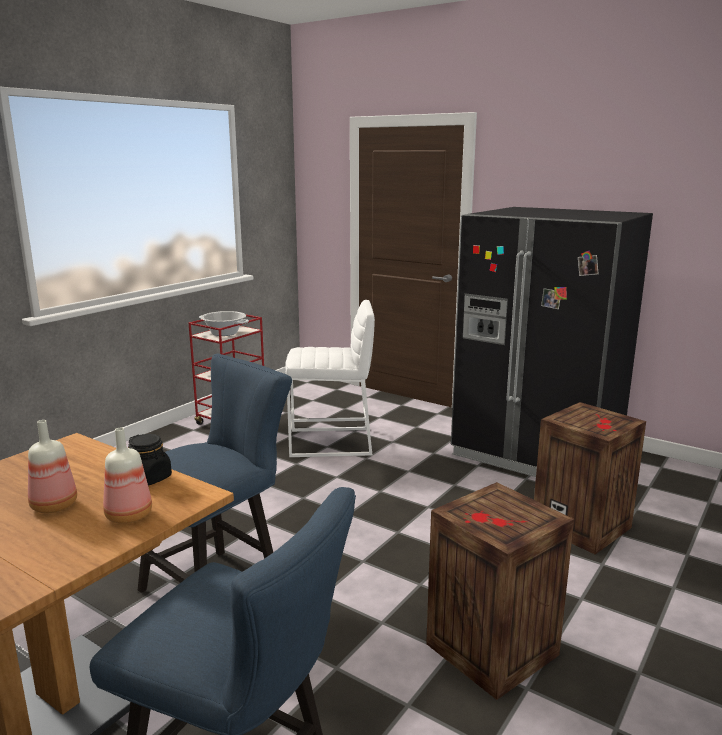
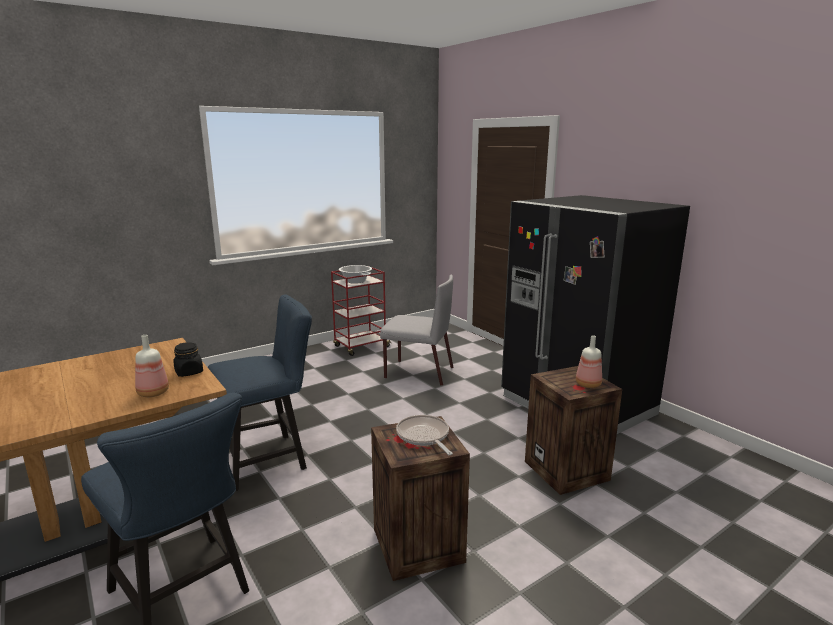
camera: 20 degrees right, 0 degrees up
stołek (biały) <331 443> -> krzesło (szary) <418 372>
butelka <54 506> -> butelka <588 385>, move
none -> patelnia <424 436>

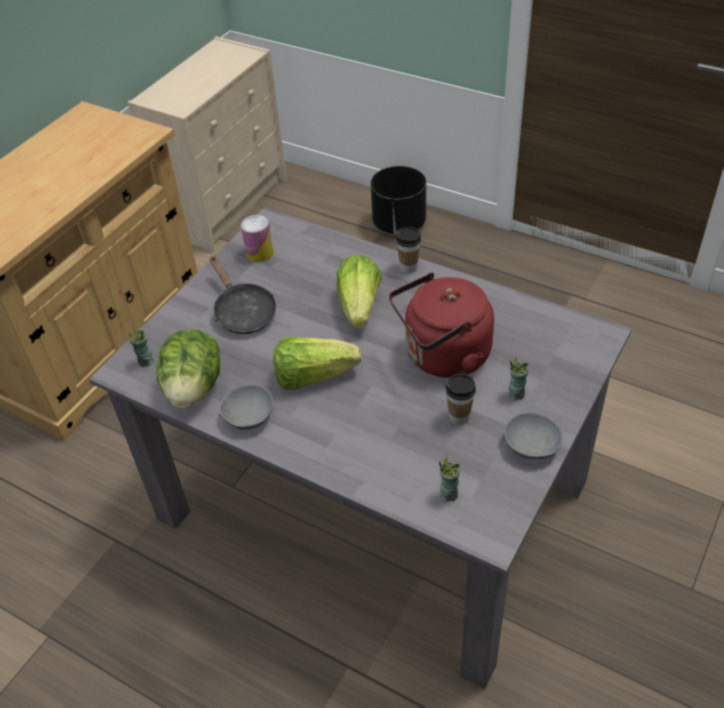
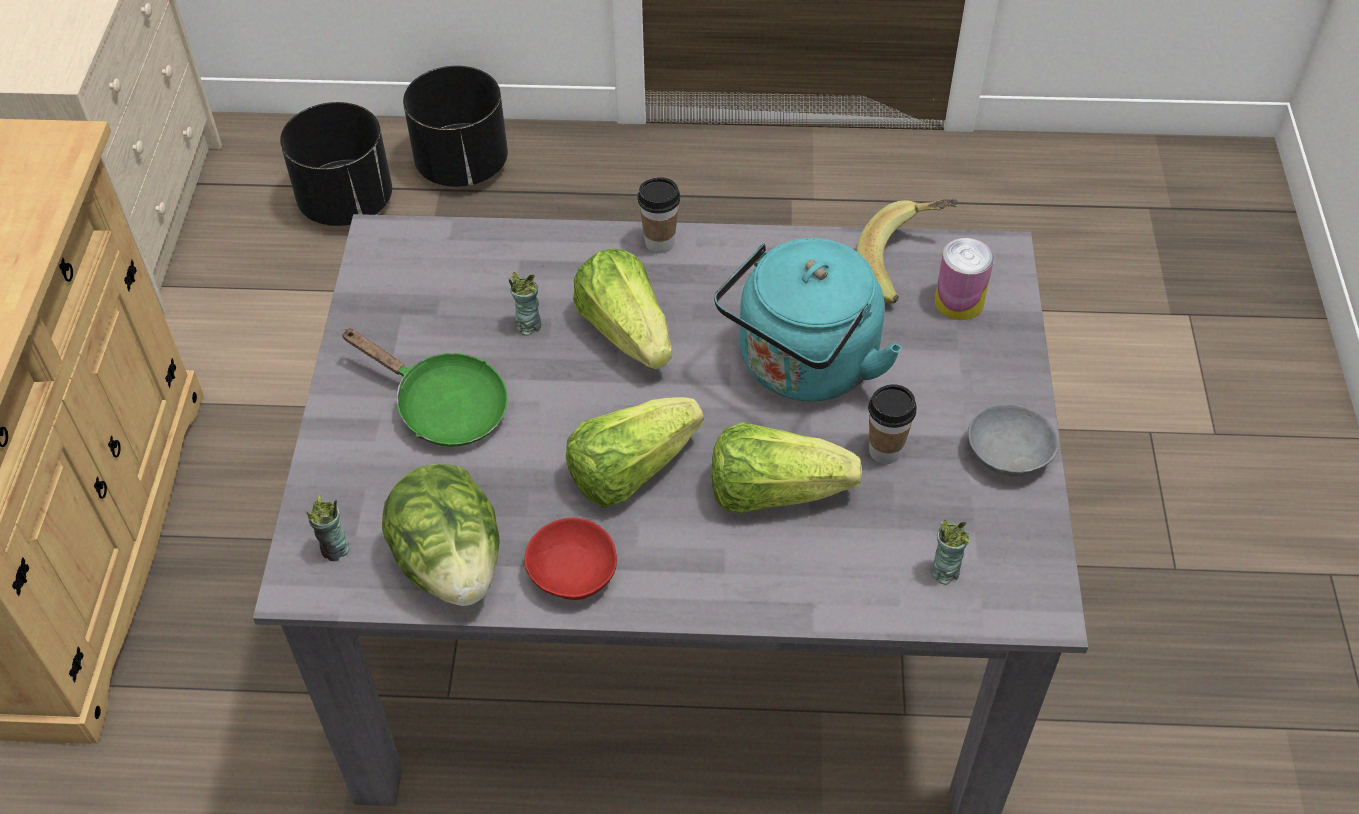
camera: 30 degrees left, 5 degrees up
puszka <259 252> -> puszka <959 301>, move
patelnia (czarny) <243 312> -> patelnia (zielony) <443 406>
czajnik (czerwony) <443 356> -> czajnik (turkusowy) <803 367>
filiżanka <516 394> -> filiżanka <528 325>, move
miska (szary) <250 416> -> miska (czerwony) <575 572>
none -> donica (czarny) <347 202>
none -> banan <906 266>
none -> sałata <774 492>

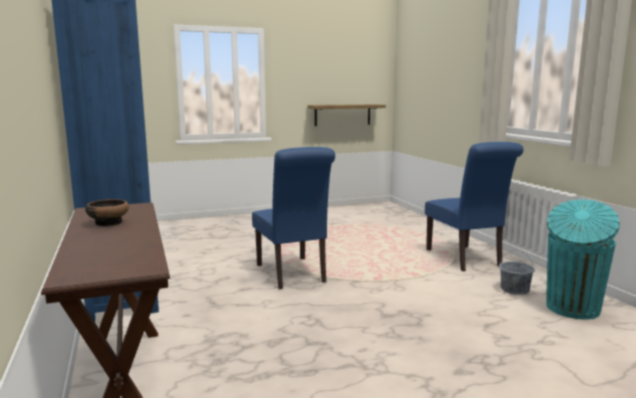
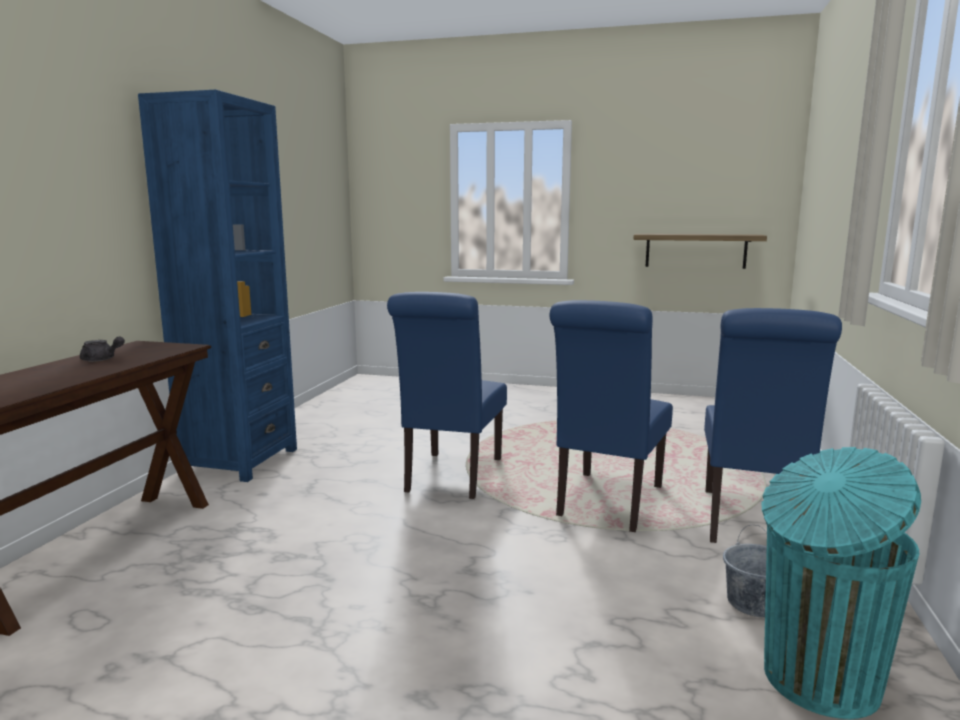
camera: 35 degrees right, 0 degrees up
miska <109 223> -> imbryk (szary) <101 360>
none -> krzesło (niebieski) <607 504>

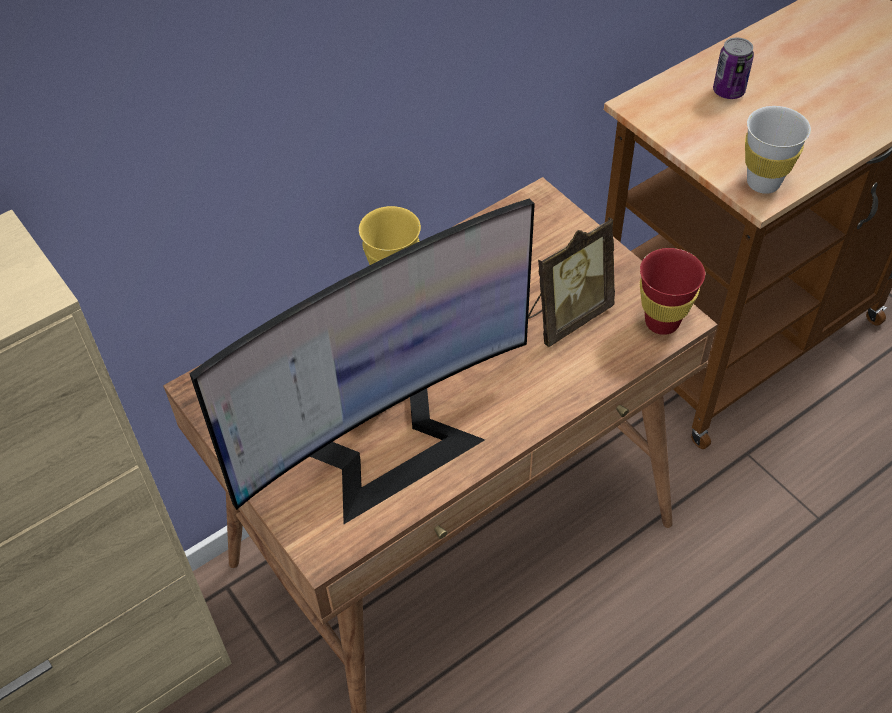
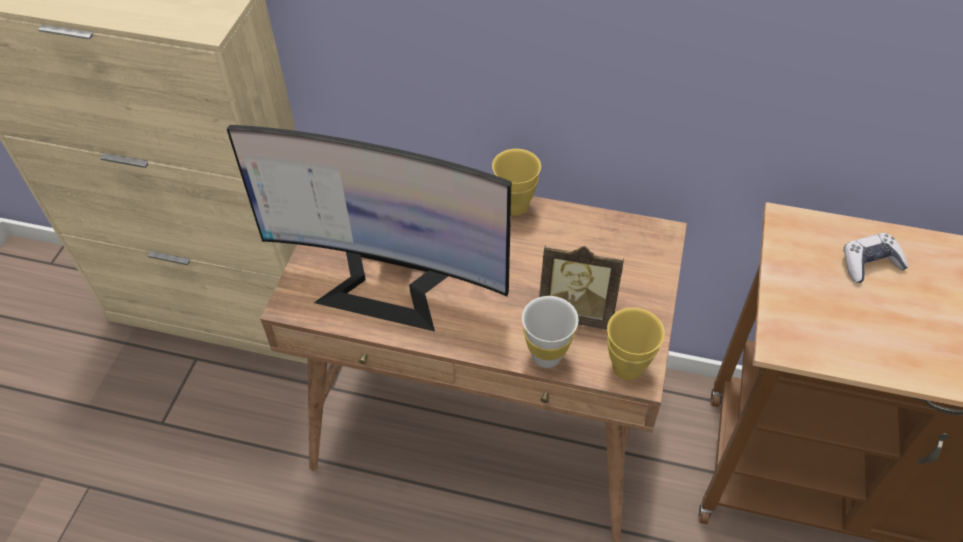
camera: 50 degrees right, 0 degrees up
puszka <728 91> -> pad do gier <869 263>
filiżanka (biały) <763 183> -> filiżanka (biały) <546 356>, move
filiżanka (czerwony) <662 322> -> filiżanka (żółty) <627 368>

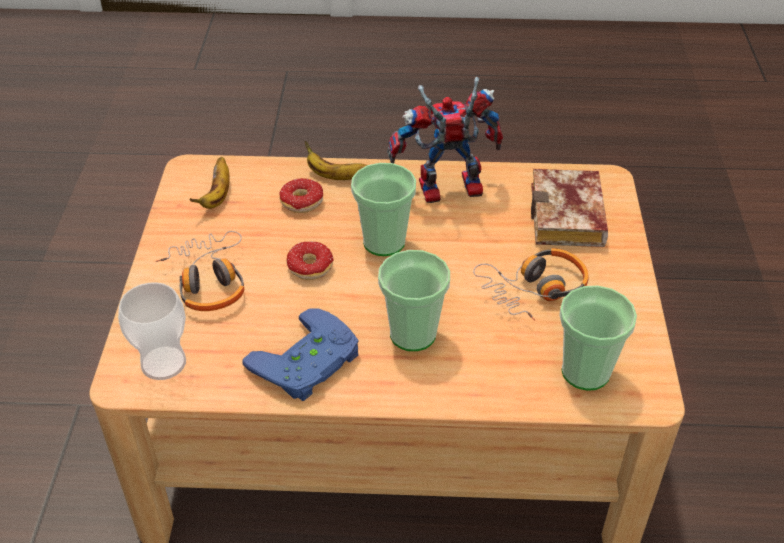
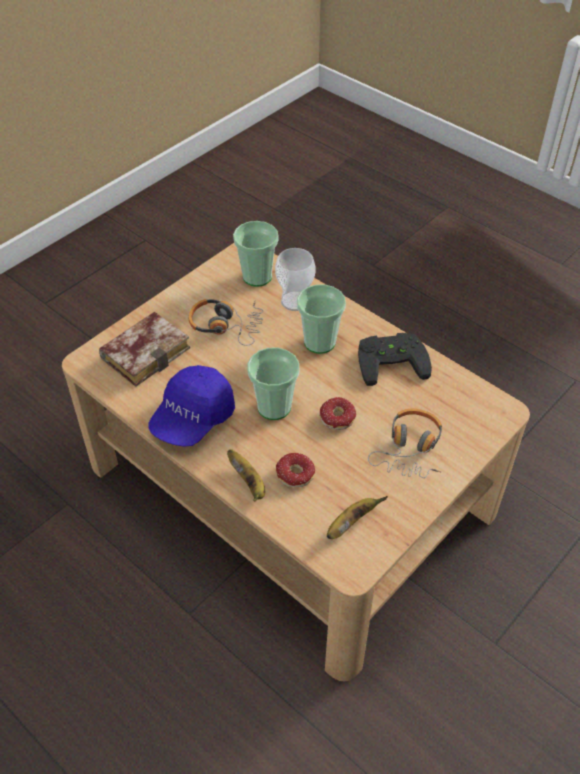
camera: 140 degrees left, 5 degrees up
robot zabawkowy <445 192> -> czapka z daszkiem (niebieski) <193 418>
filiżanka <163 363> -> filiżanka <295 301>, move
pad do gier (niebieski) <309 364> -> pad do gier (czarny) <391 359>

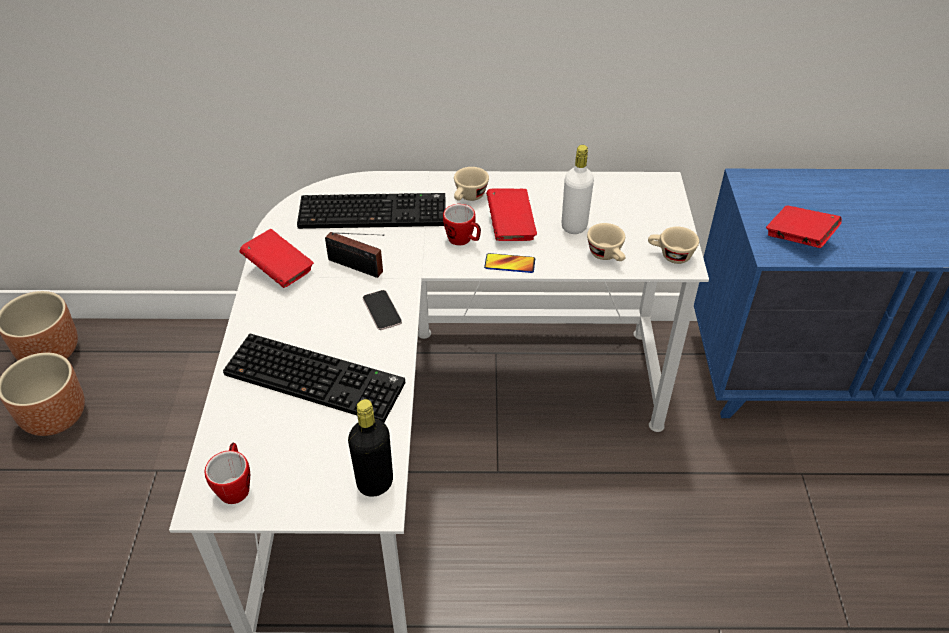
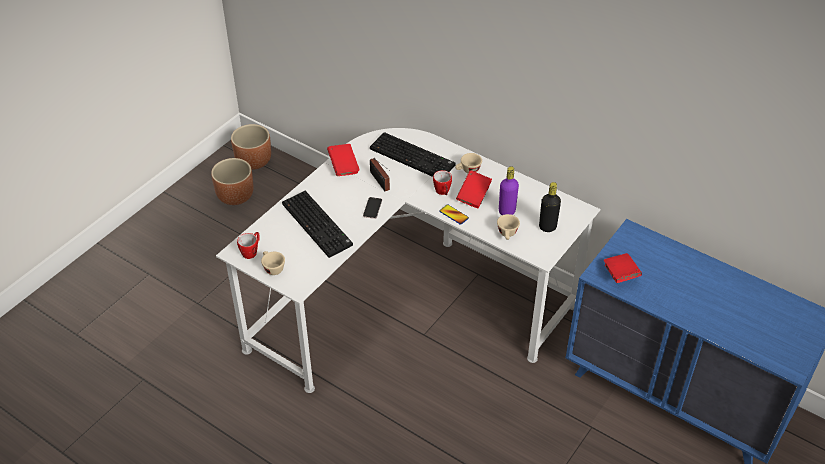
camera: 35 degrees right, 0 degrees up
butelka (biały) <574 226> -> butelka (fioletowy) <507 211>
filiżanka (beżowy) <670 255> -> filiżanka (beżowy) <272 268>, move
butelka (czarny) <375 483> -> butelka (czarny) <547 227>, move

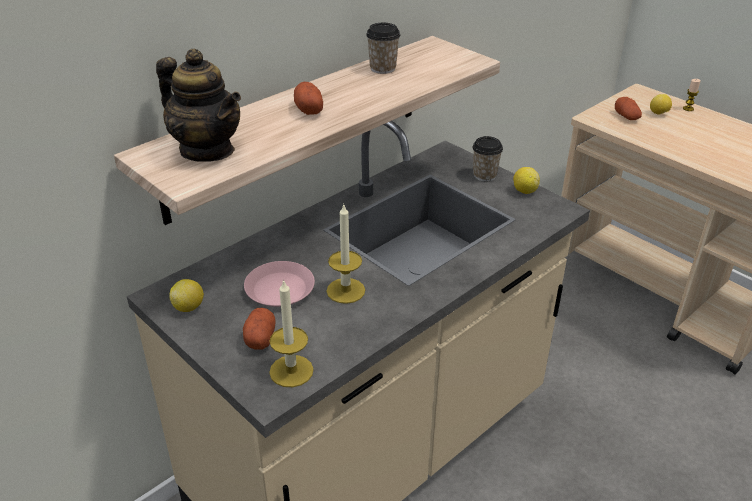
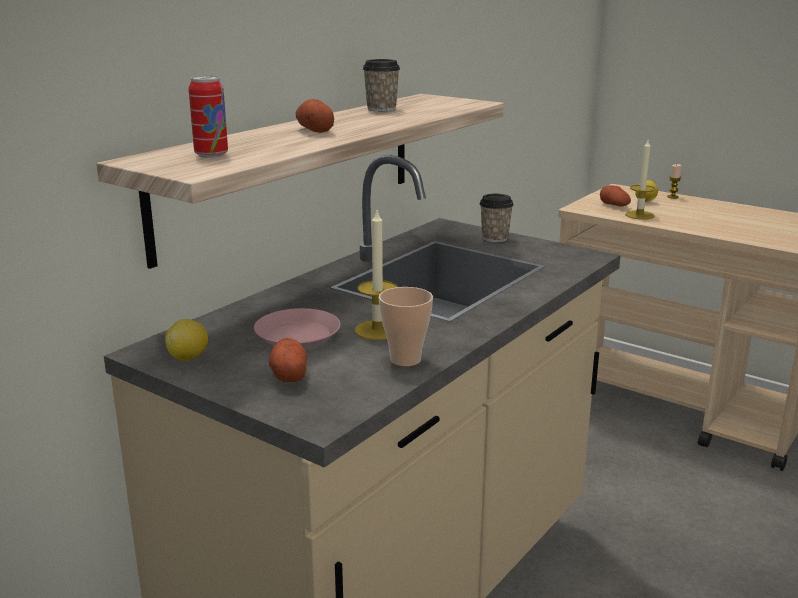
camera: 10 degrees left, 15 degrees down
imbryk <207 150> -> puszka <211 155>
cytryna <524 191> -> none
świeca <291 371> -> świeca <639 215>, move
none -> filiżanka <405 360>

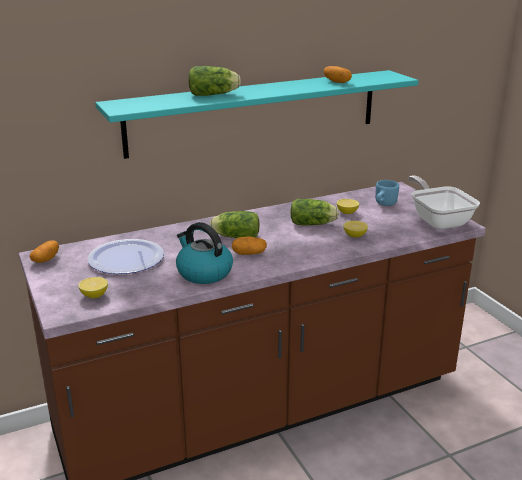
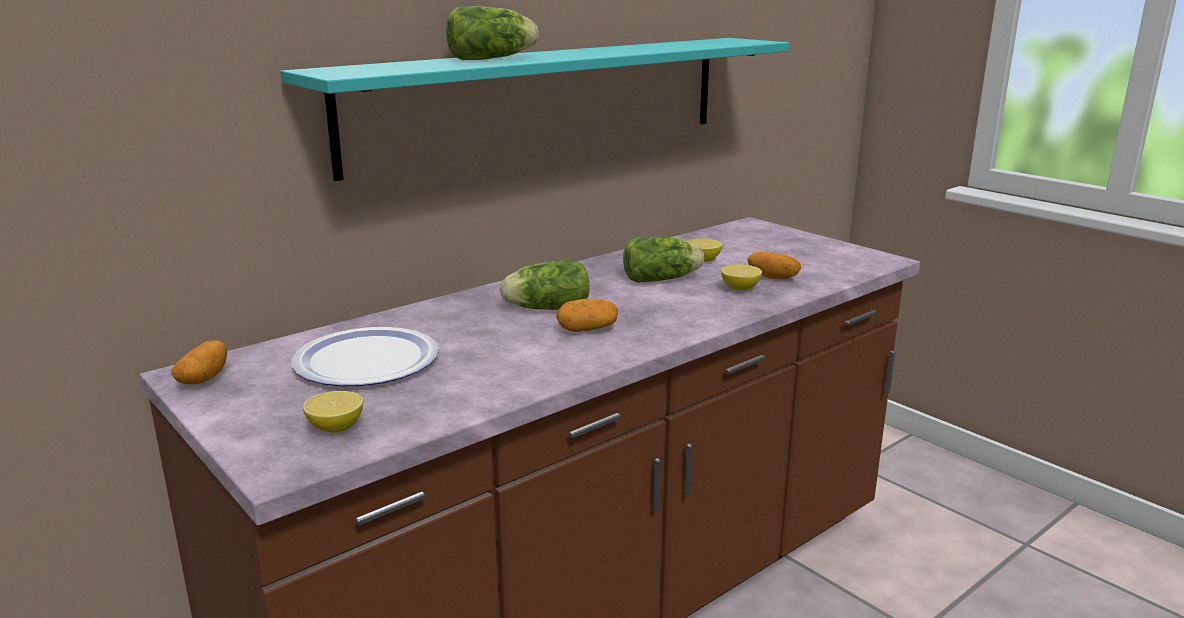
camera: 15 degrees left, 5 degrees down
ziemniak <337 82> -> ziemniak <773 277>, move
patelnia <438 220> -> none
kubek (niebieski) <383 204> -> none
czajnik <203 273> -> none

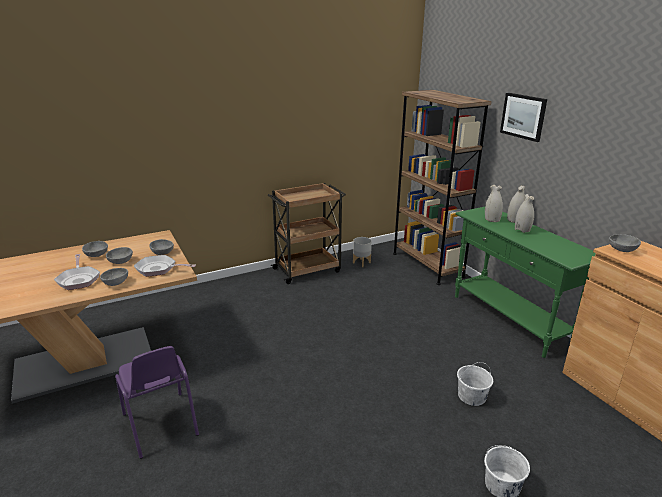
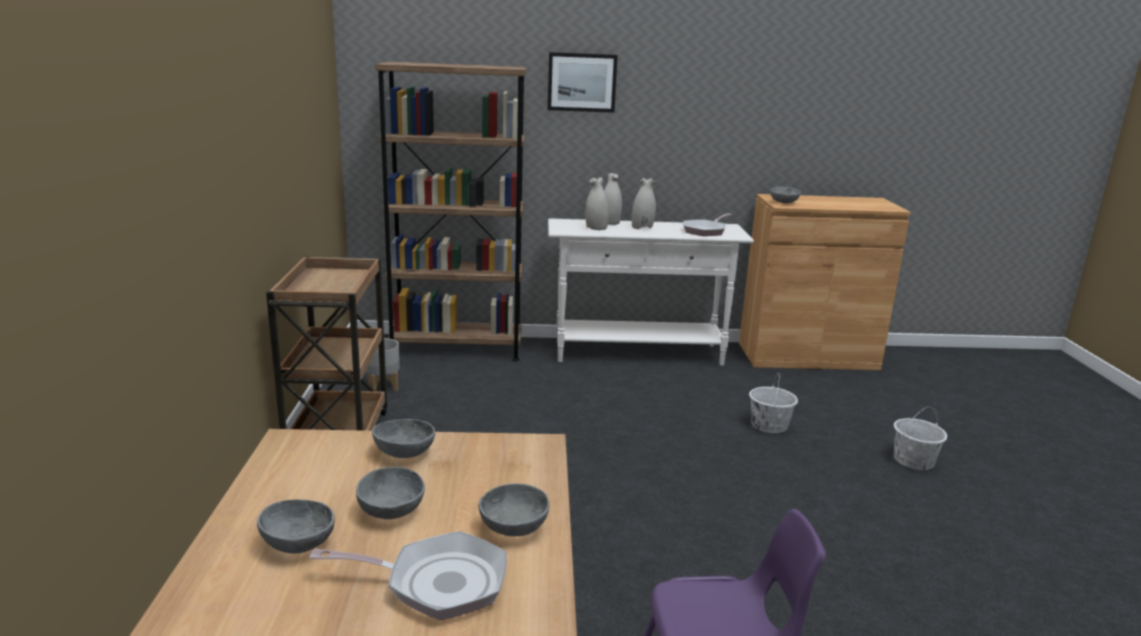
camera: 65 degrees left, 5 degrees down
stolik konsolowy (zielony) <509 319> -> stolik konsolowy (biały) <639 353>
patelnia <159 269> -> patelnia <705 230>, move

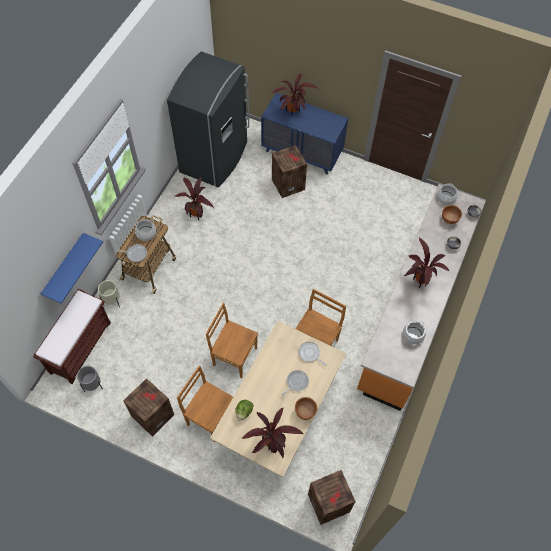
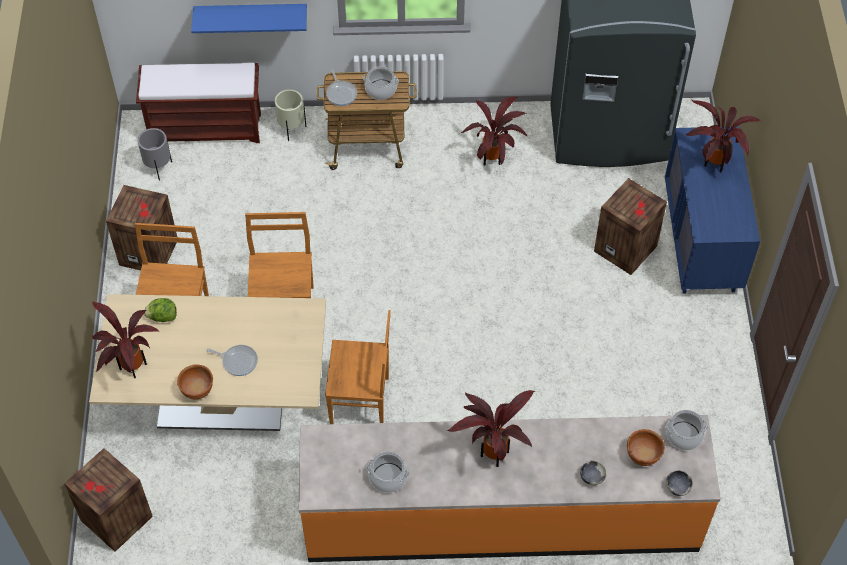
camera: 65 degrees right, 5 degrees down
patelnia <310 353> -> none

